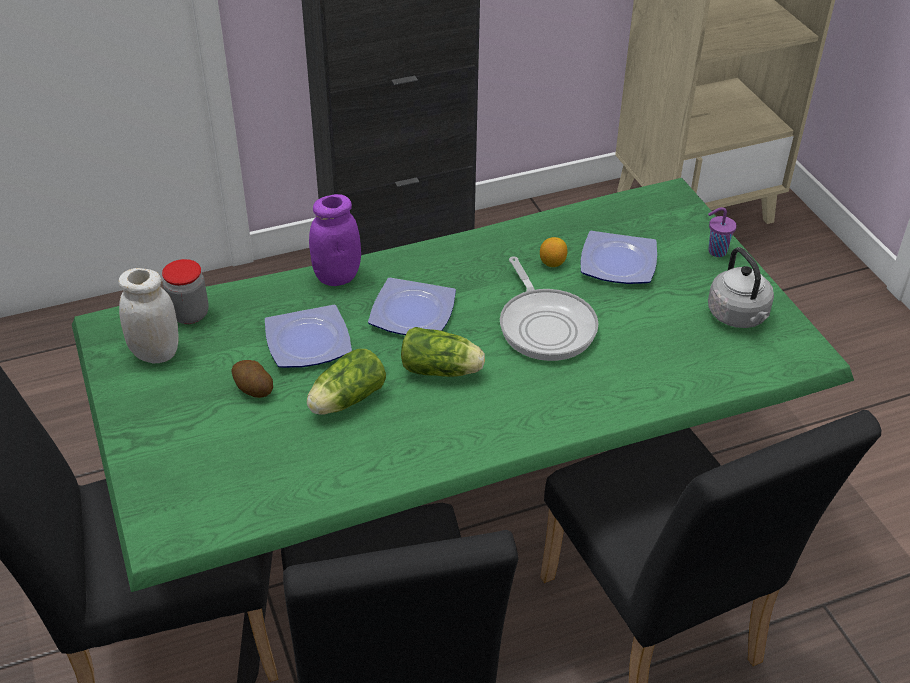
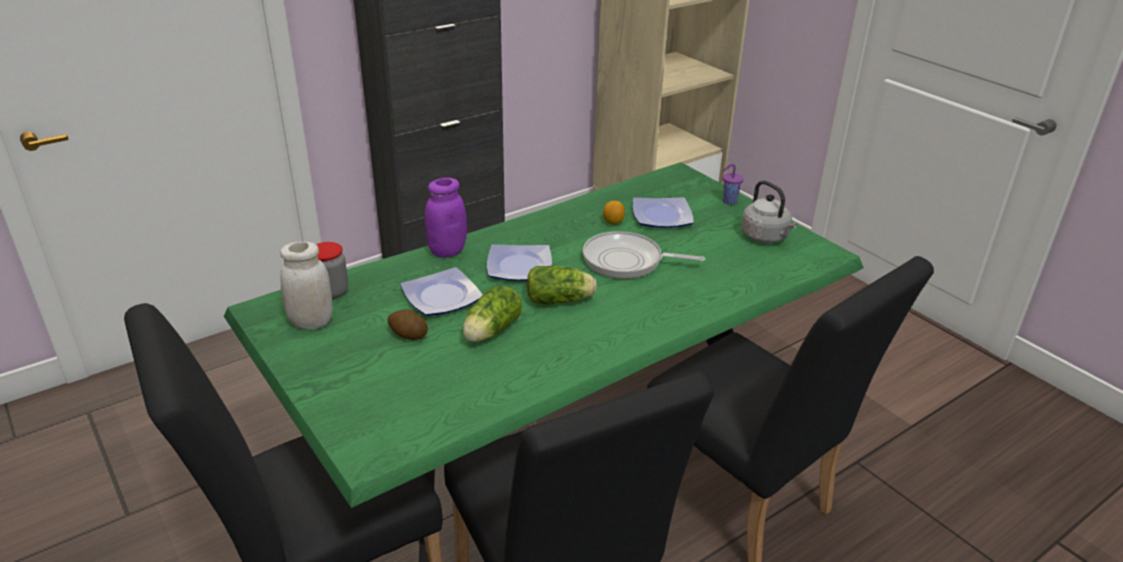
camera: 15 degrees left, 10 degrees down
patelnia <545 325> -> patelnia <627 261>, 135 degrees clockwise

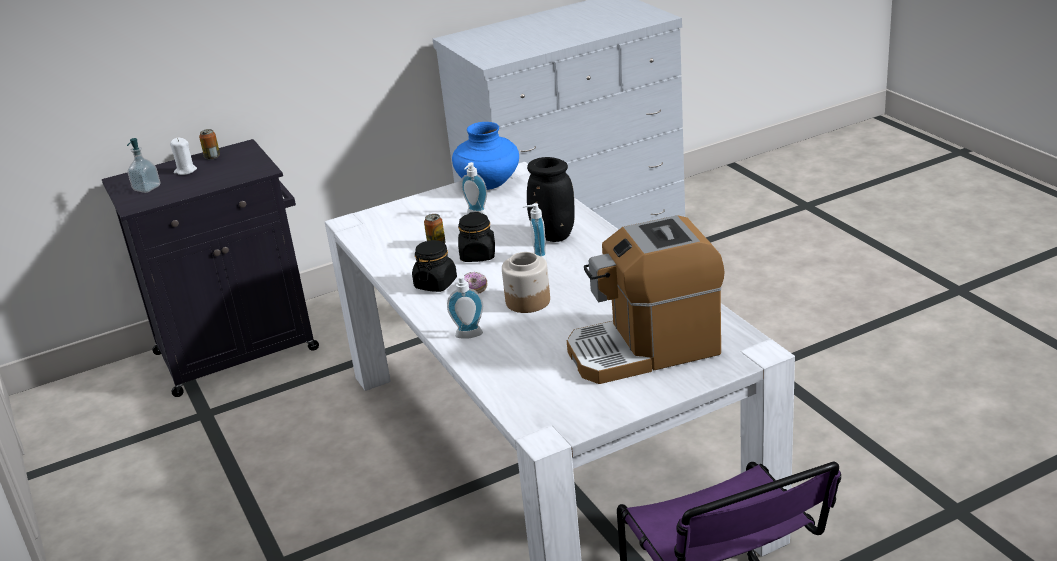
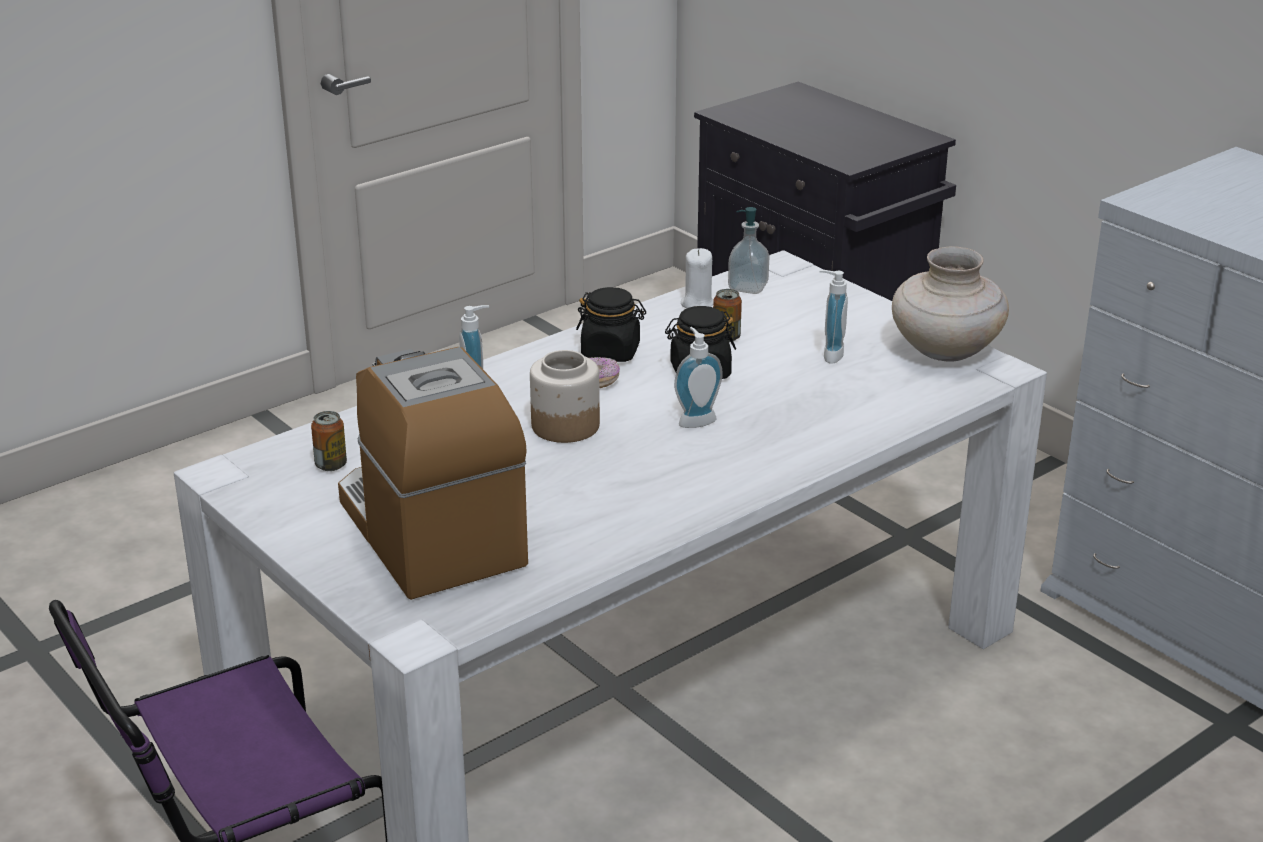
camera: 75 degrees right, 0 degrees up
wazon (niebieski) <489 184> -> wazon (beżowy) <945 352>
puszka <212 157> -> puszka <331 465>, move
dozownik mydła <147 188> -> dozownik mydła <748 287>, move
świeca (biały) <185 171> -> świeca (biały) <697 303>, move
wazon (czarny) <552 236> -> none

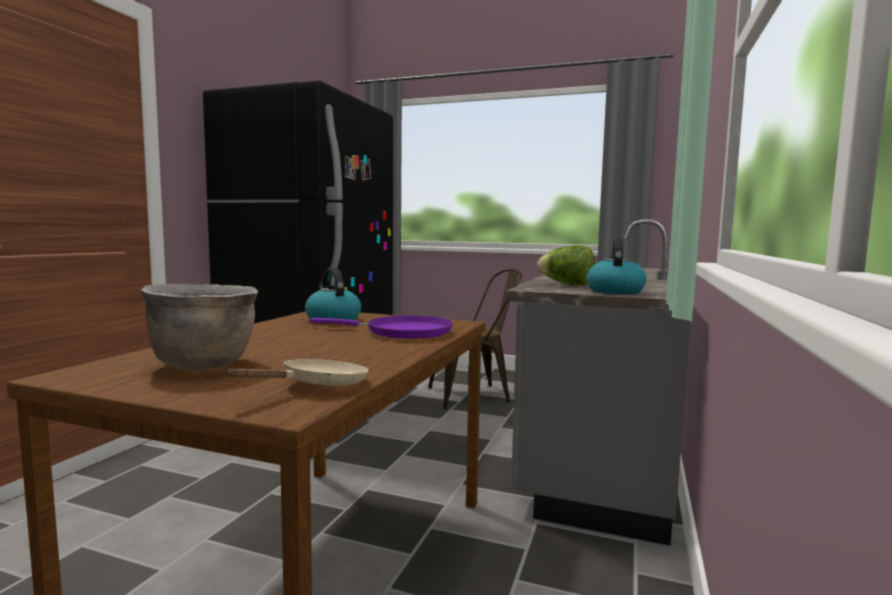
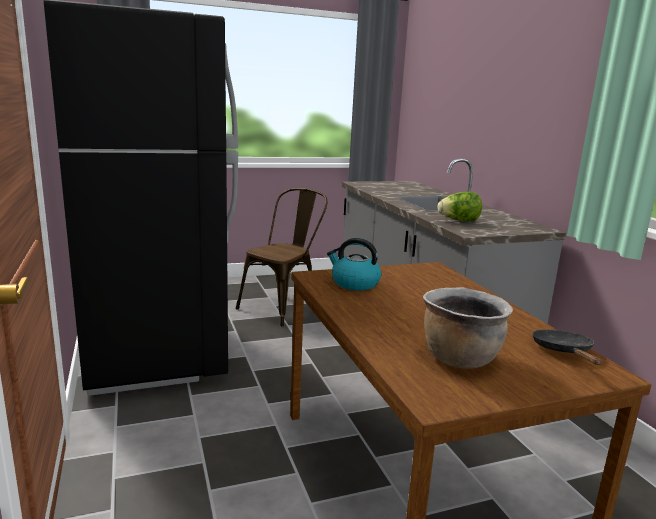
camera: 40 degrees left, 10 degrees up
czajnik <614 291> -> none
patelnia (fioletowy) <402 332> -> none
patelnia (beżowy) <318 385> -> patelnia (czarny) <563 352>

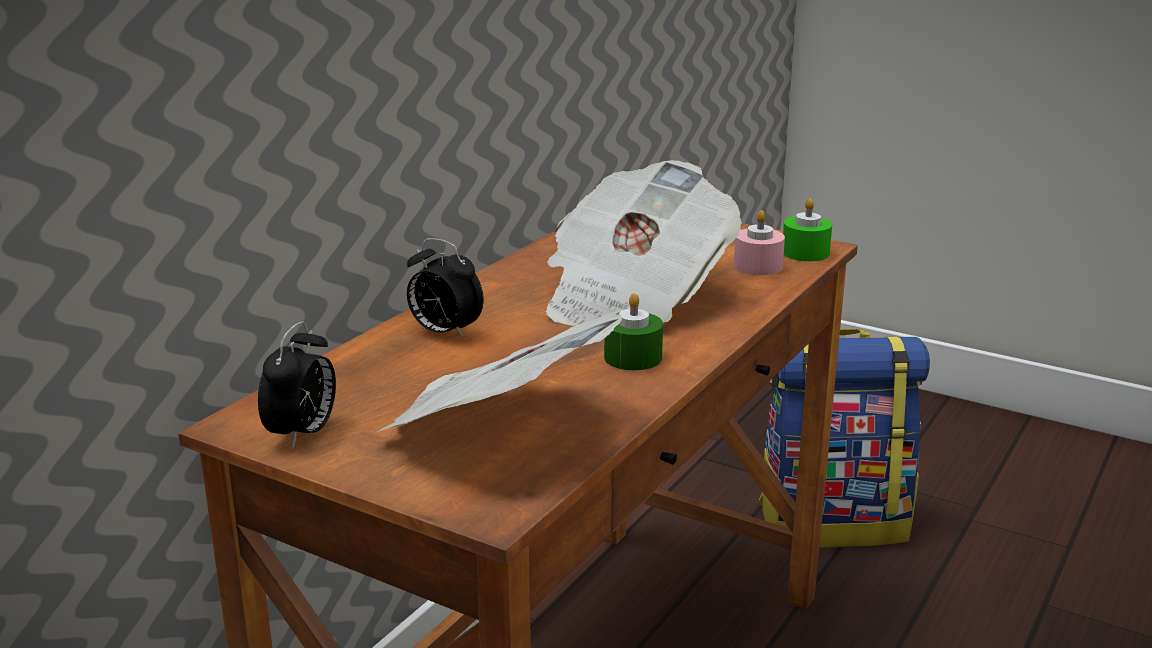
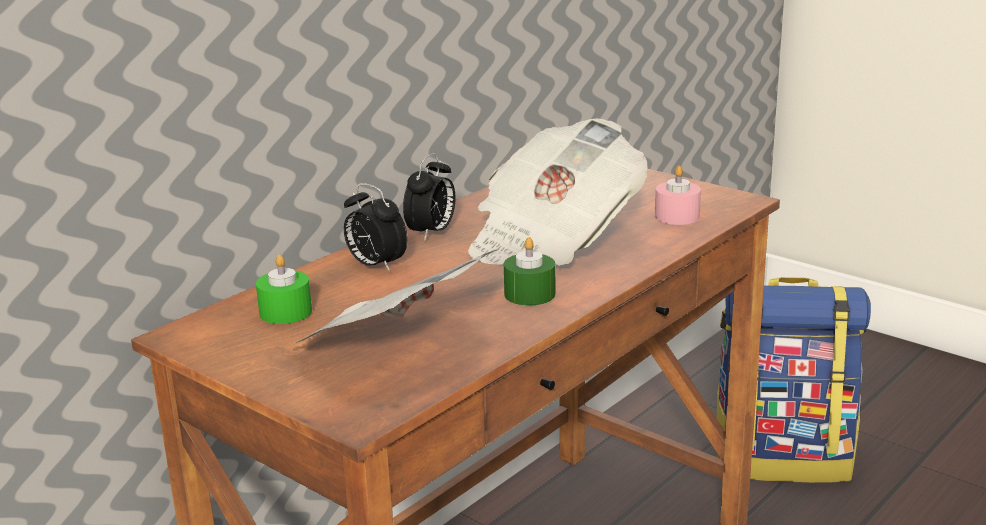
camera: 10 degrees right, 0 degrees up
świeca (zielony) <805 252> -> świeca (zielony) <285 312>, move
budzik <303 434> -> budzik <431 233>, move

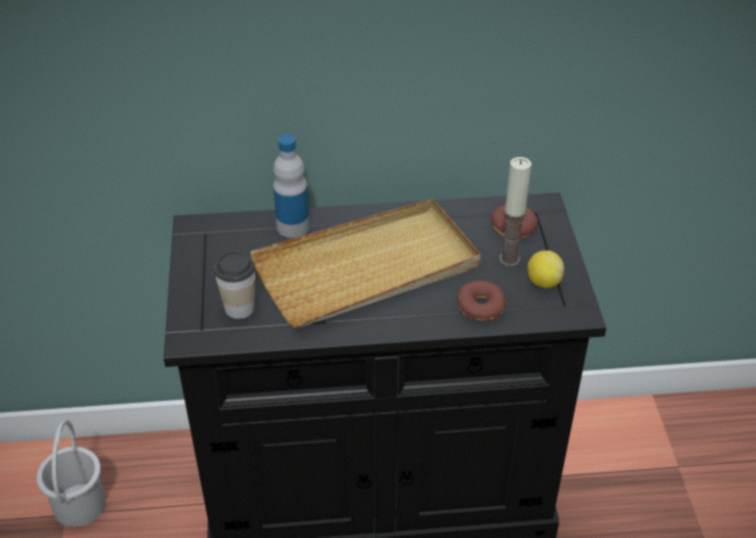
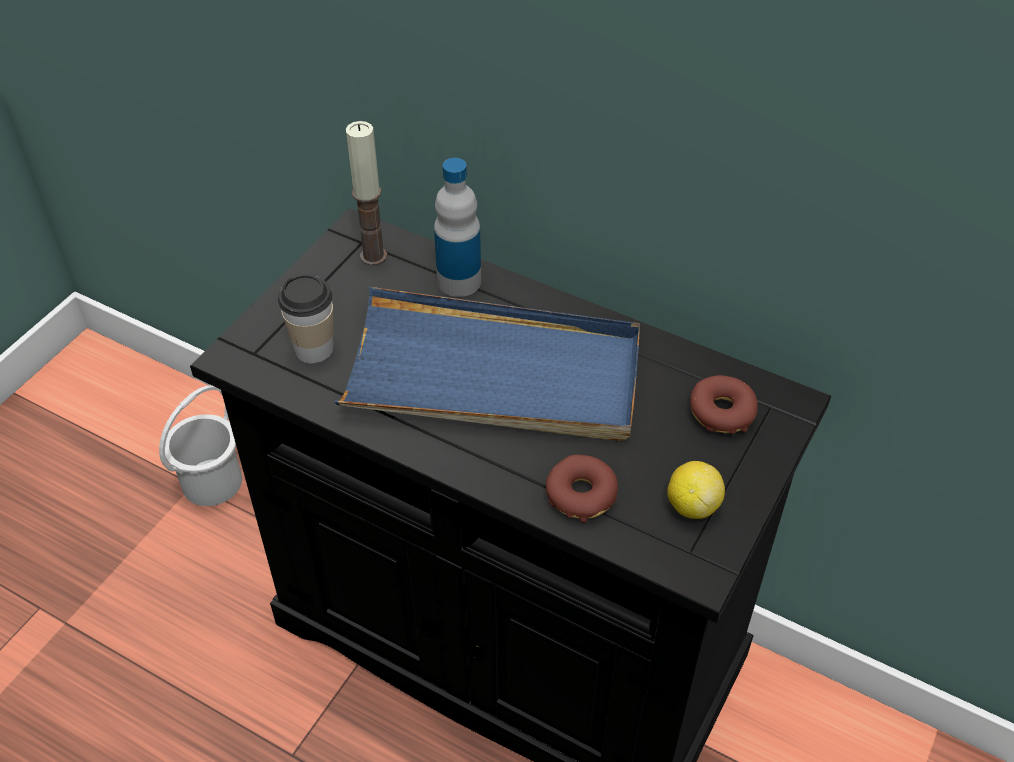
camera: 35 degrees right, 5 degrees up
świeca <509 259> -> świeca <373 256>, move
taca (beżowy) <368 269> -> taca (niebieski) <494 375>

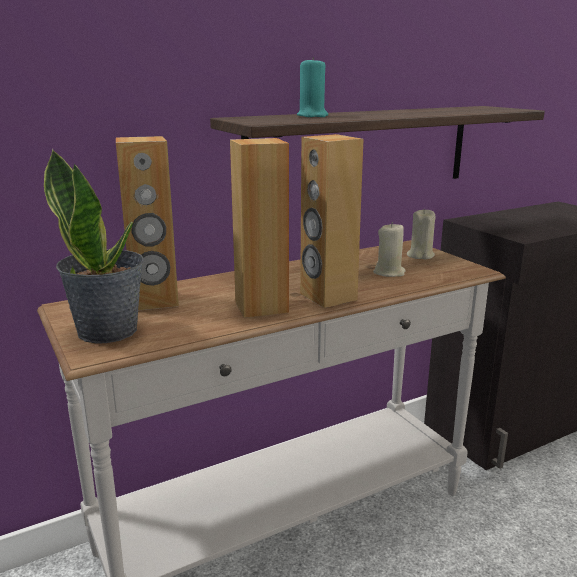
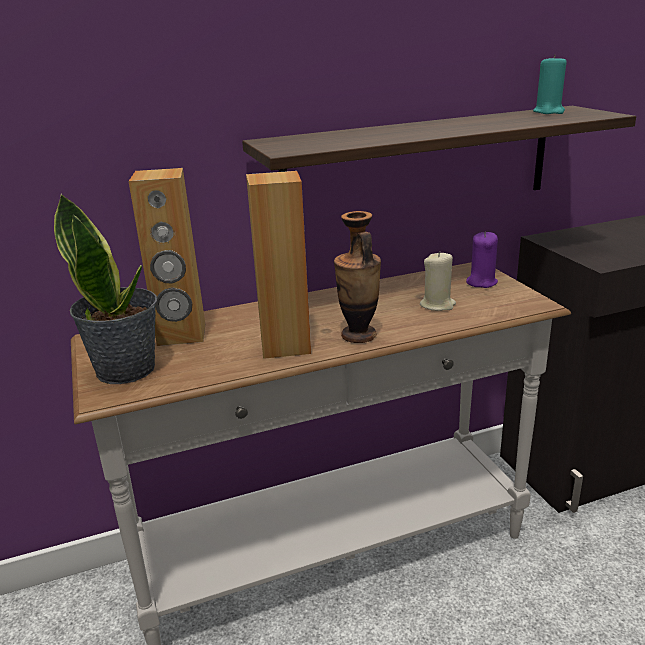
camera: 10 degrees right, 5 degrees up
świeca (turkusowy) <312 116> -> świeca (turkusowy) <549 112>, move
głośnik (brązowy) <327 297> -> wazon <358 335>
świeca (beżowy) <420 255> -> świeca (fioletowy) <481 282>

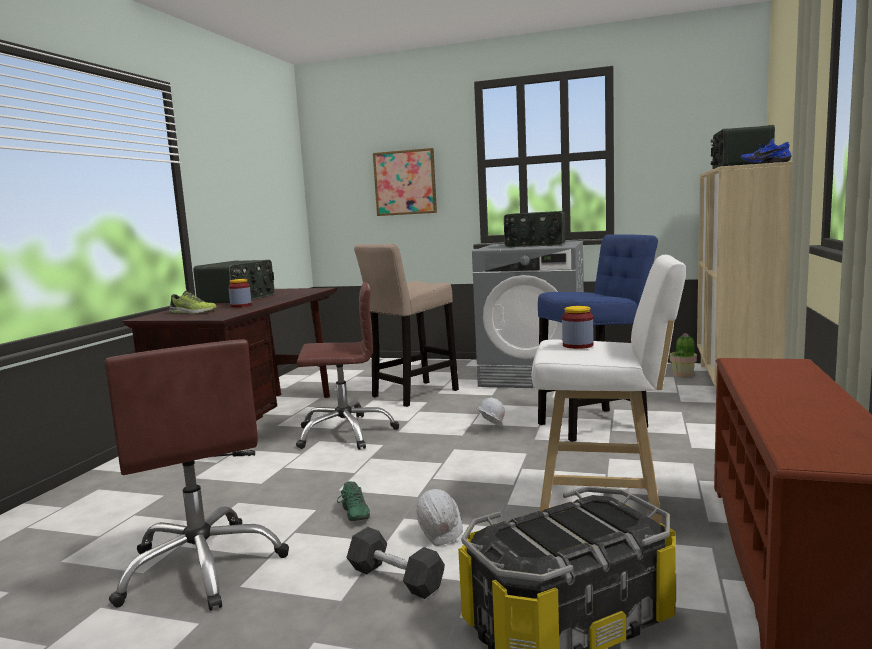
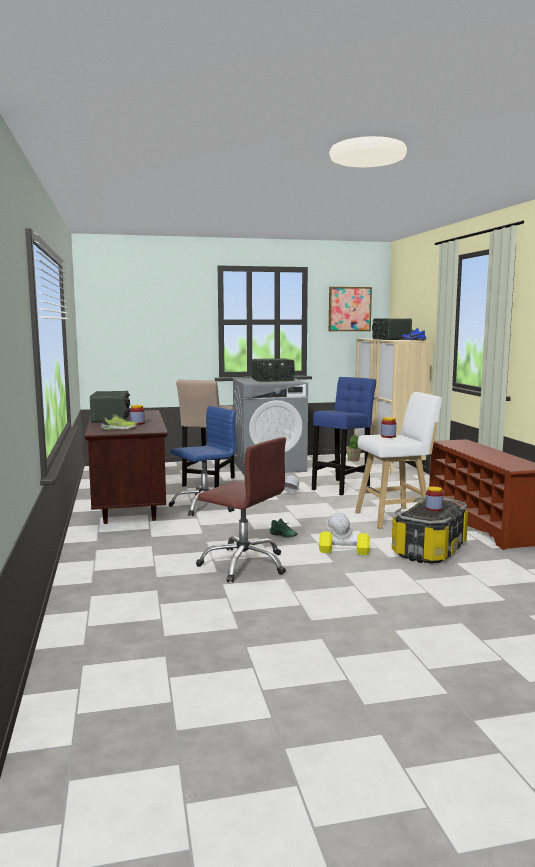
camera: 30 degrees left, 0 degrees up
obraz <405 182> -> obraz <349 309>, move
krzesło biurowe (brązowy) <345 433> -> krzesło biurowe (niebieski) <204 505>
hantel (czarny) <395 578> -> hantel (żółty) <344 552>
none -> słoik <433 508>

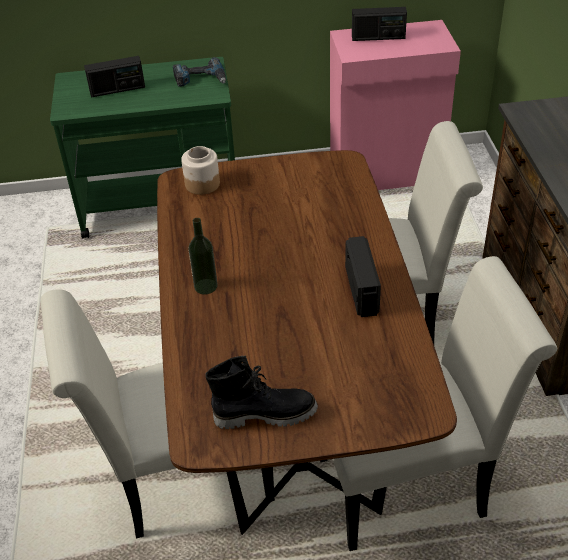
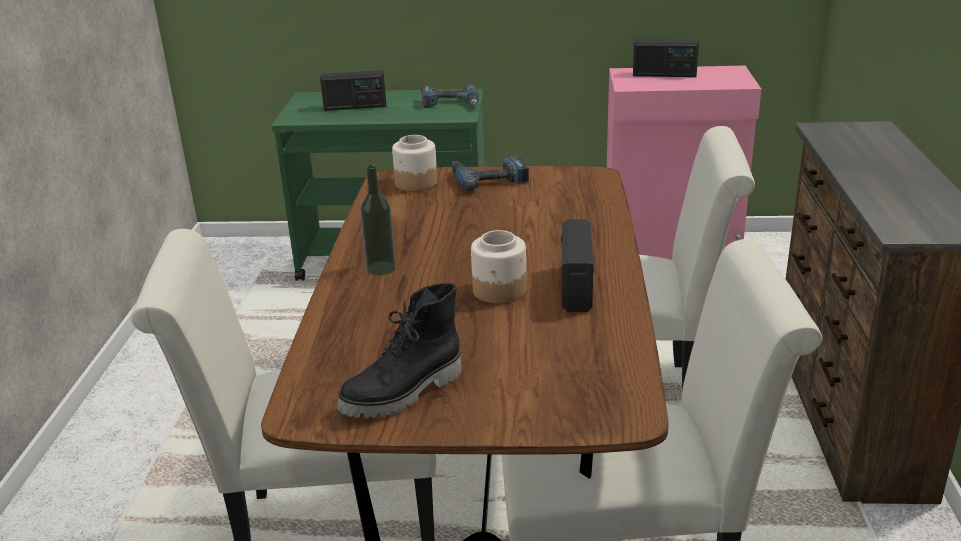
camera: 10 degrees right, 15 degrees down
but z cholewką (czarny) <265 413> -> but z cholewką (czarny) <404 393>, 135 degrees clockwise
none -> wiertarka <488 179>
none -> słoik <500 291>

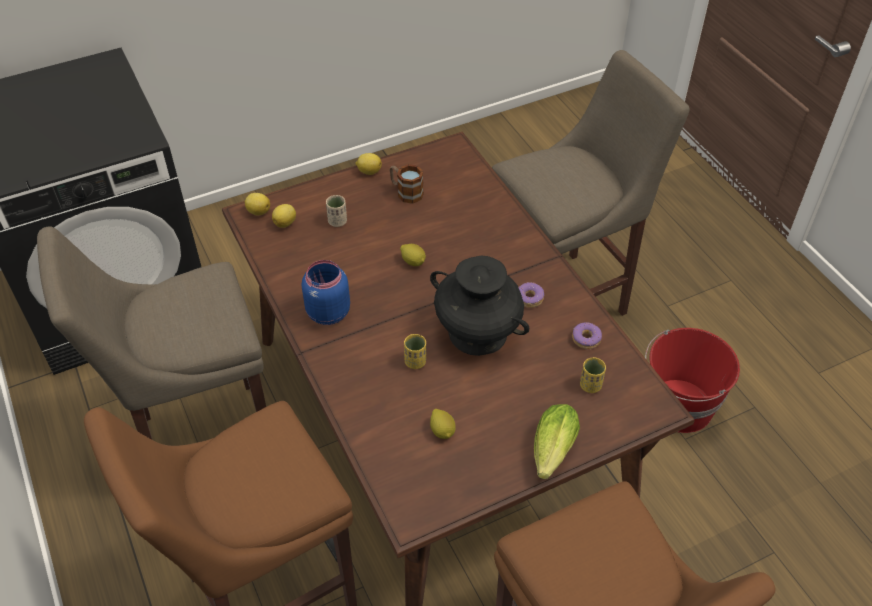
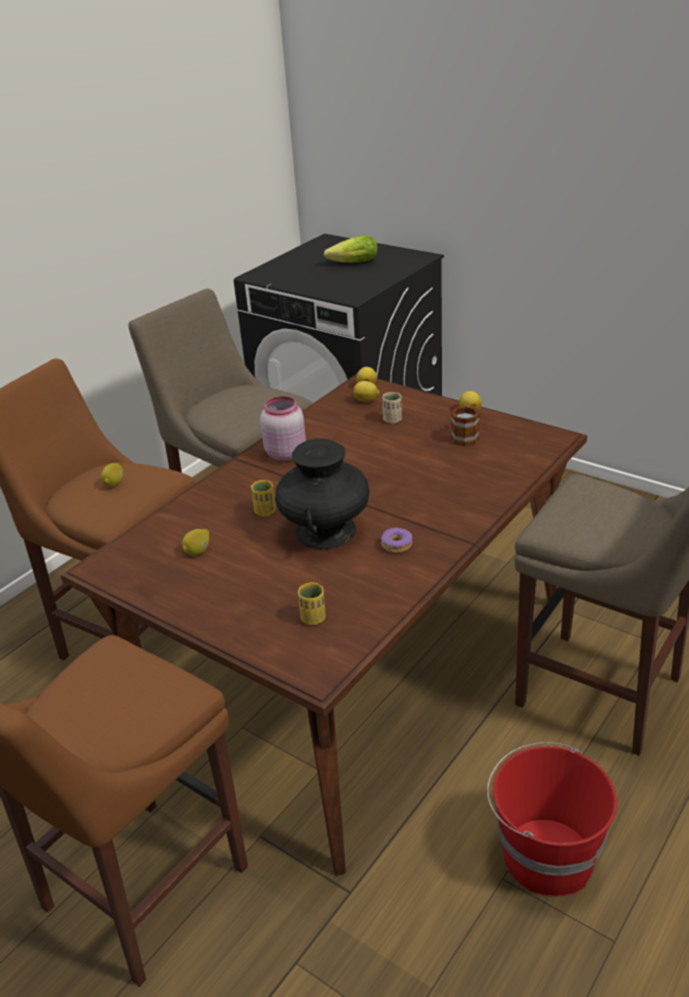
camera: 65 degrees right, 15 degrees down
cytryna <413 261> -> cytryna <115 483>, move
słoik (niebieski) <327 313> -> słoik (różowy) <285 453>
donut <586 339> -> none
sałata <551 453> -> sałata <351 263>, move

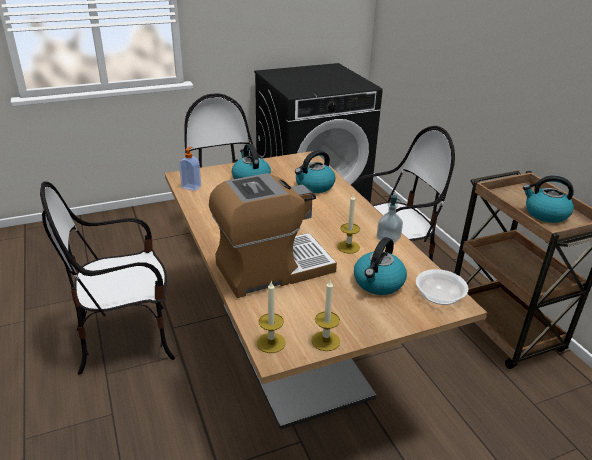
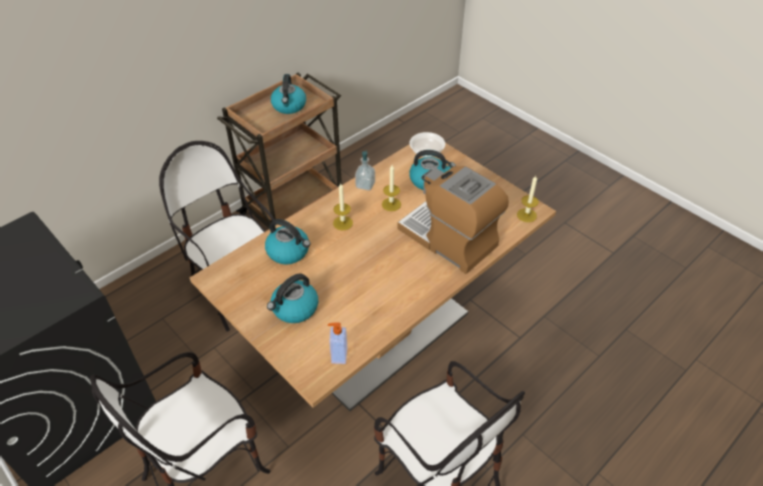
camera: 110 degrees left, 15 degrees up
świeca <325 341> -> świeca <343 223>, move

